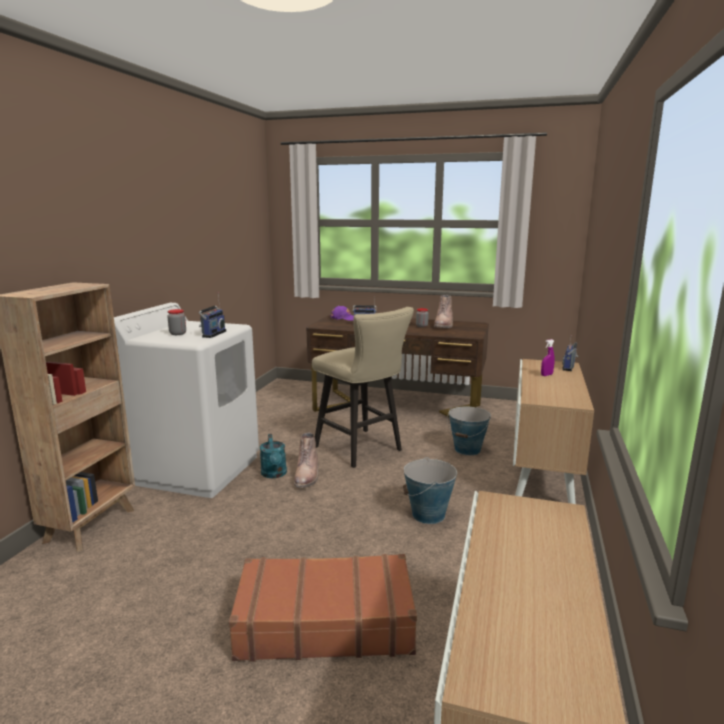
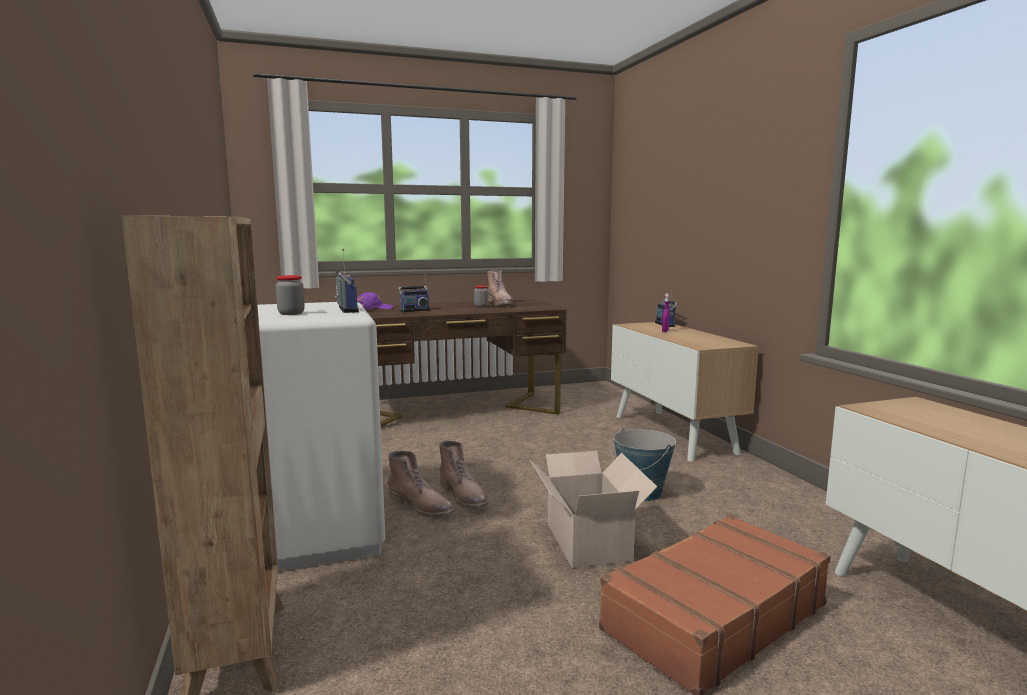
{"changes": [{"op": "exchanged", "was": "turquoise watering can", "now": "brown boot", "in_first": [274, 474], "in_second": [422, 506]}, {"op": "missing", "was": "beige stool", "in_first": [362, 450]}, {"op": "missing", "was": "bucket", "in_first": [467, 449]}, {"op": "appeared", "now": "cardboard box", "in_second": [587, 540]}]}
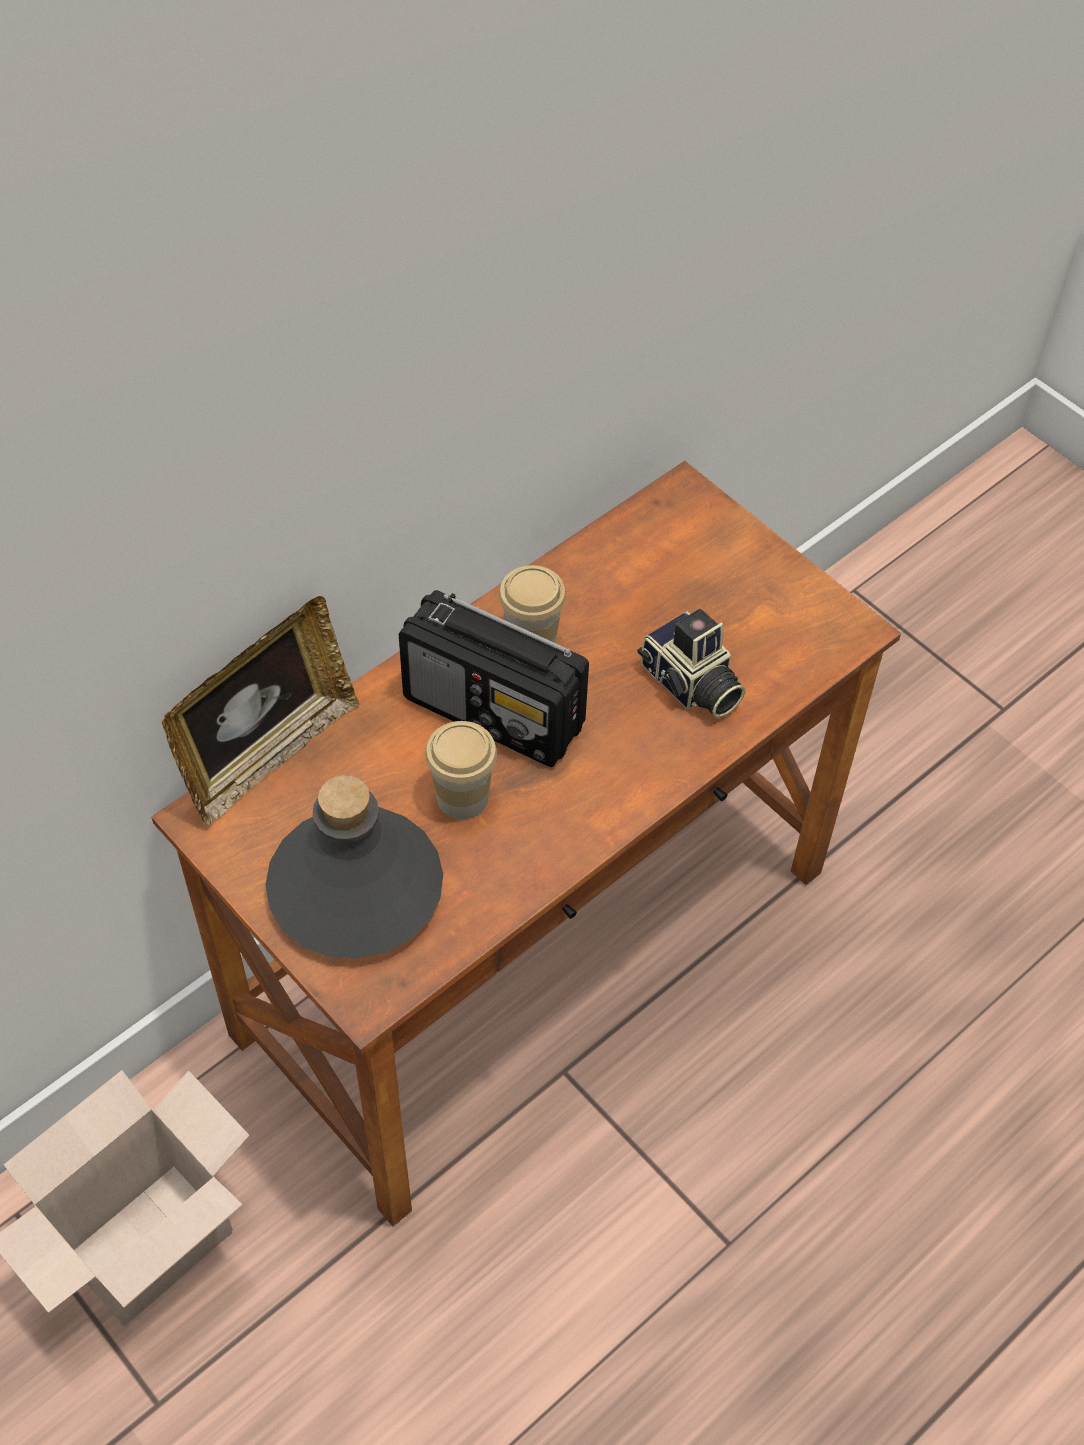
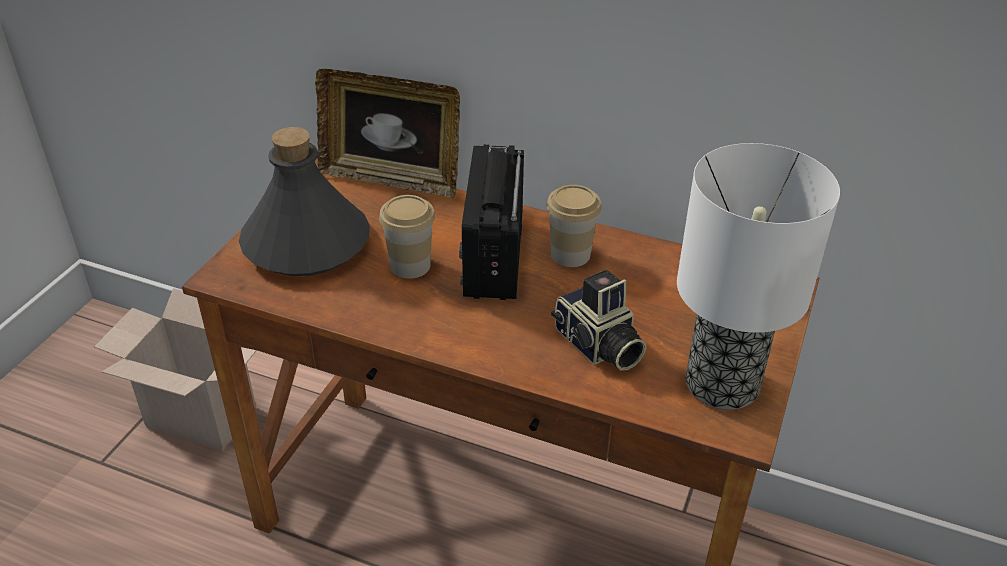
{"changes": [{"op": "spun", "was": "photo camera", "in_first": [690, 685], "in_second": [597, 346], "clockwise": -60}, {"op": "appeared", "now": "table lamp", "in_second": [721, 382]}]}
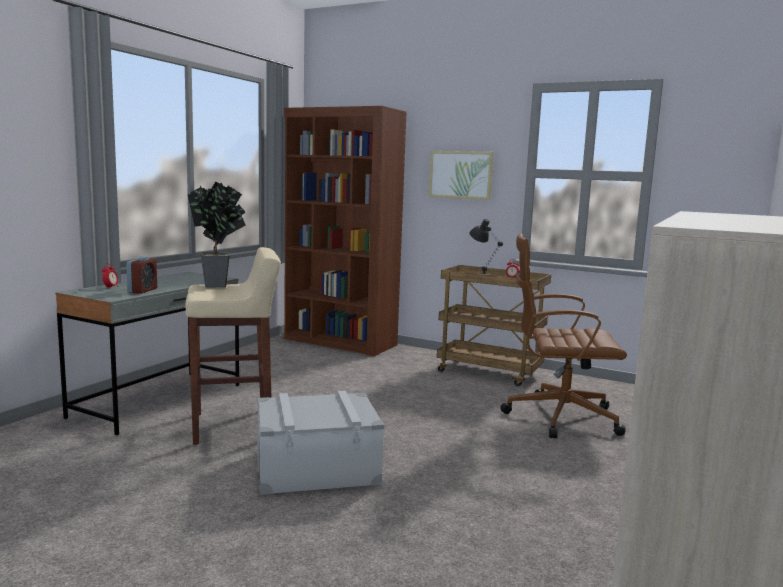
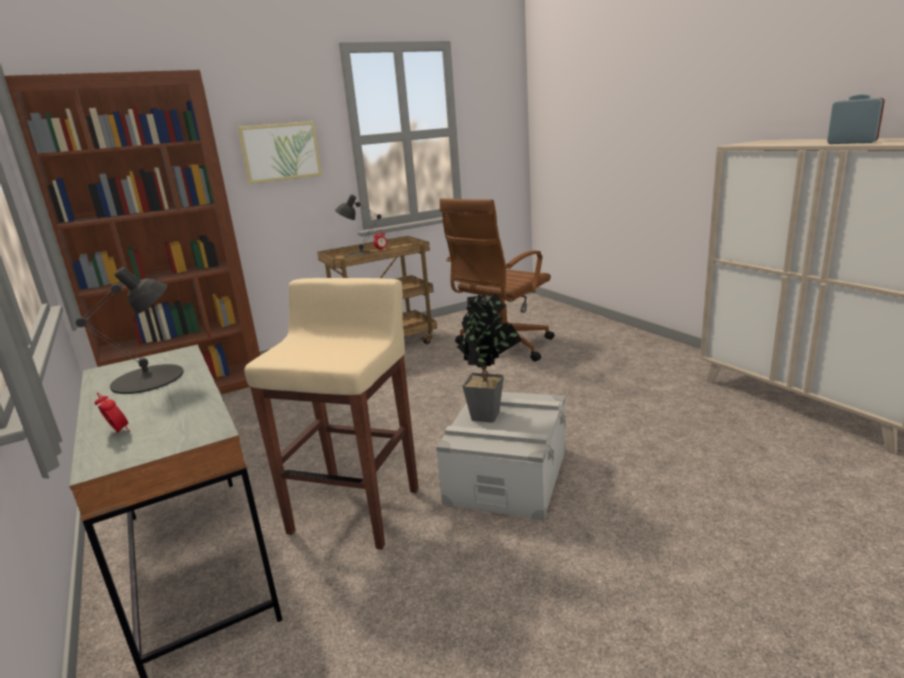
{"changes": [{"op": "relocated", "was": "alarm clock", "in_first": [142, 290], "in_second": [851, 142]}, {"op": "relocated", "was": "potted plant", "in_first": [220, 286], "in_second": [489, 413]}, {"op": "appeared", "now": "black table lamp", "in_second": [149, 379]}]}
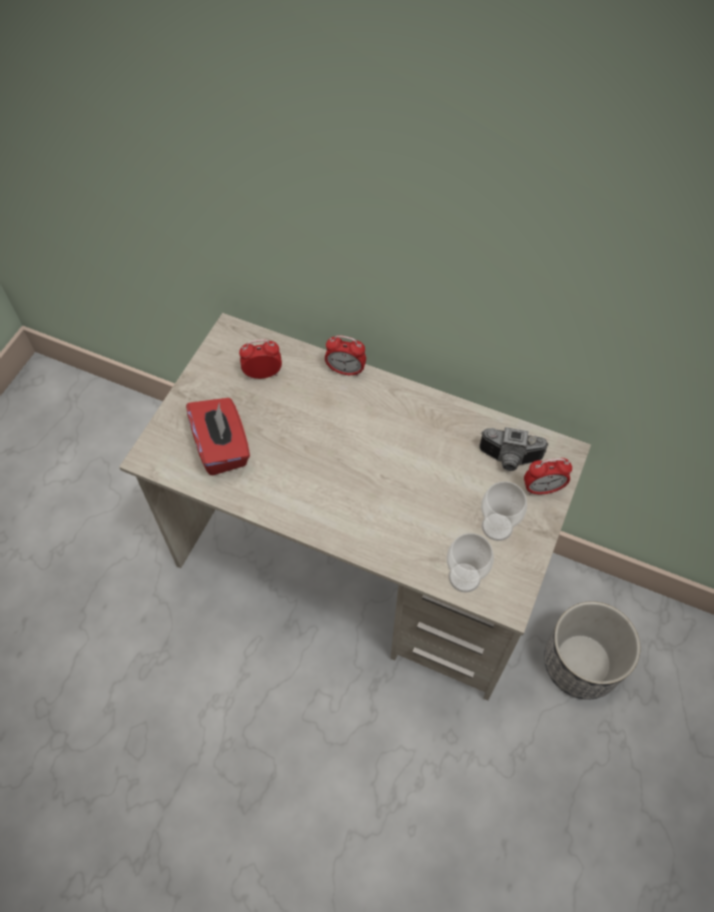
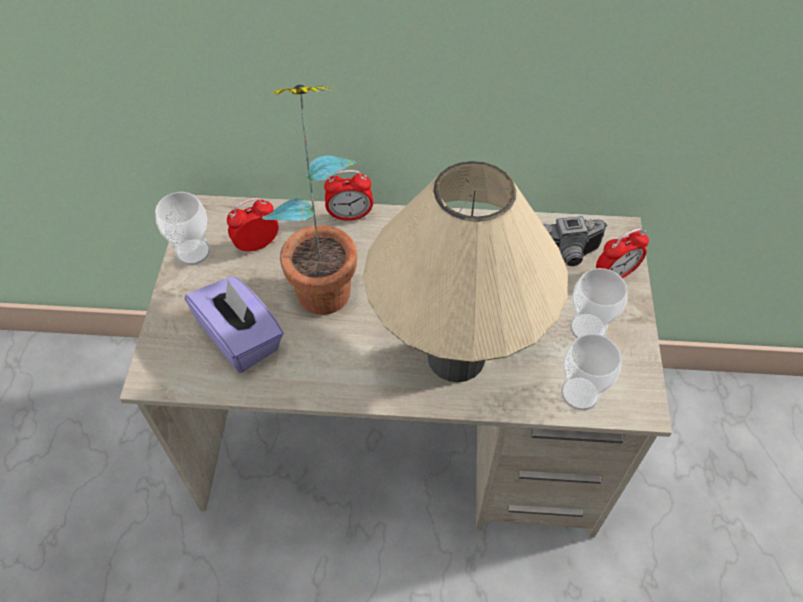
{"changes": [{"op": "colour", "was": "red tissue box", "now": "purple tissue box", "in_first": [222, 447], "in_second": [241, 338]}, {"op": "missing", "was": "planter", "in_first": [581, 663]}, {"op": "appeared", "now": "cup", "in_second": [193, 252]}, {"op": "appeared", "now": "potted plant", "in_second": [323, 279]}, {"op": "appeared", "now": "beige table lamp", "in_second": [456, 357]}]}
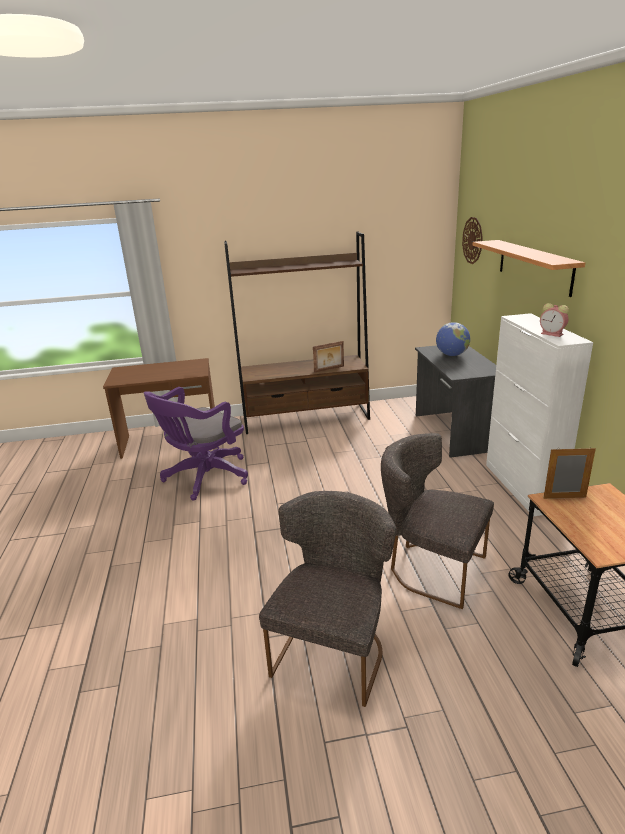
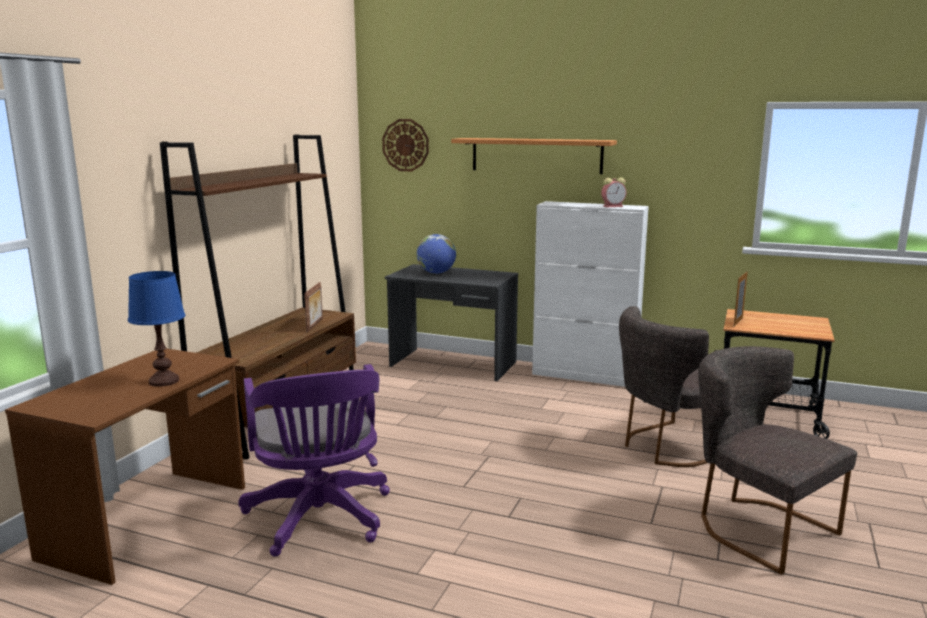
{"changes": [{"op": "appeared", "now": "blue table lamp", "in_second": [164, 381]}]}
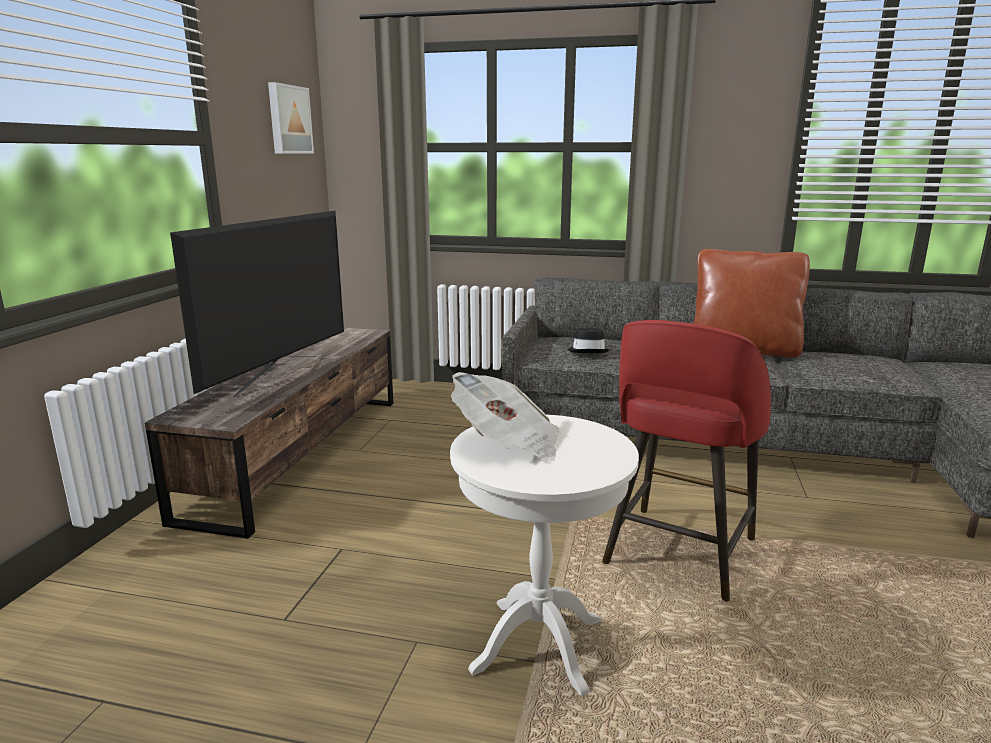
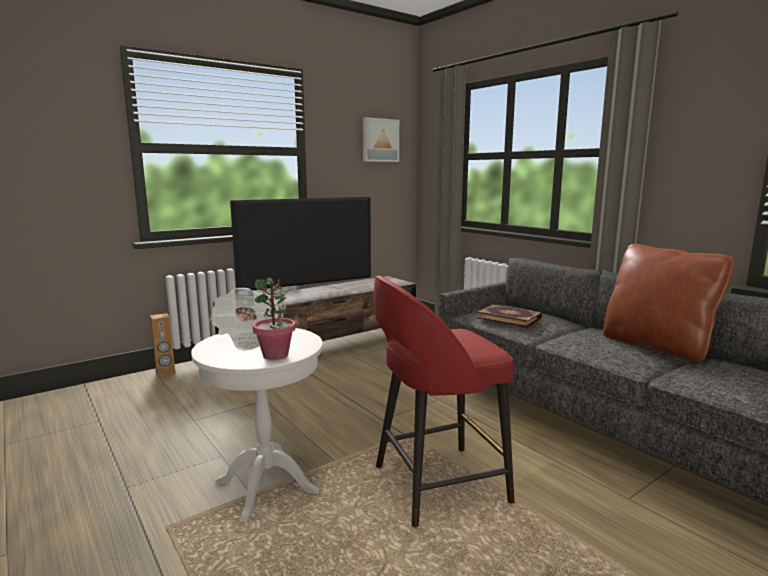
{"changes": [{"op": "exchanged", "was": "black hat", "now": "book", "in_first": [588, 351], "in_second": [509, 318]}, {"op": "appeared", "now": "brown speaker", "in_second": [165, 372]}, {"op": "appeared", "now": "potted plant", "in_second": [276, 355]}]}
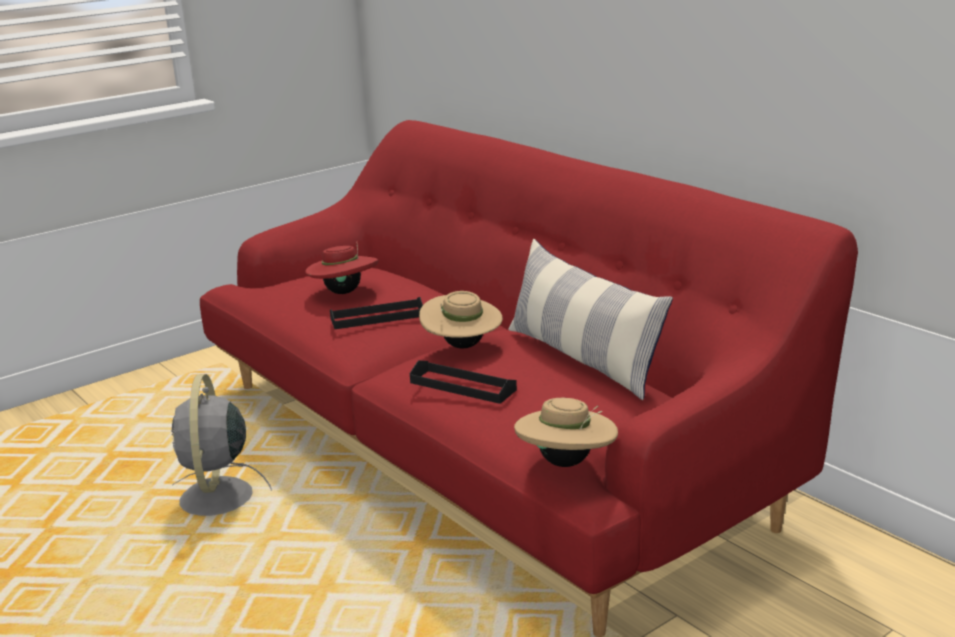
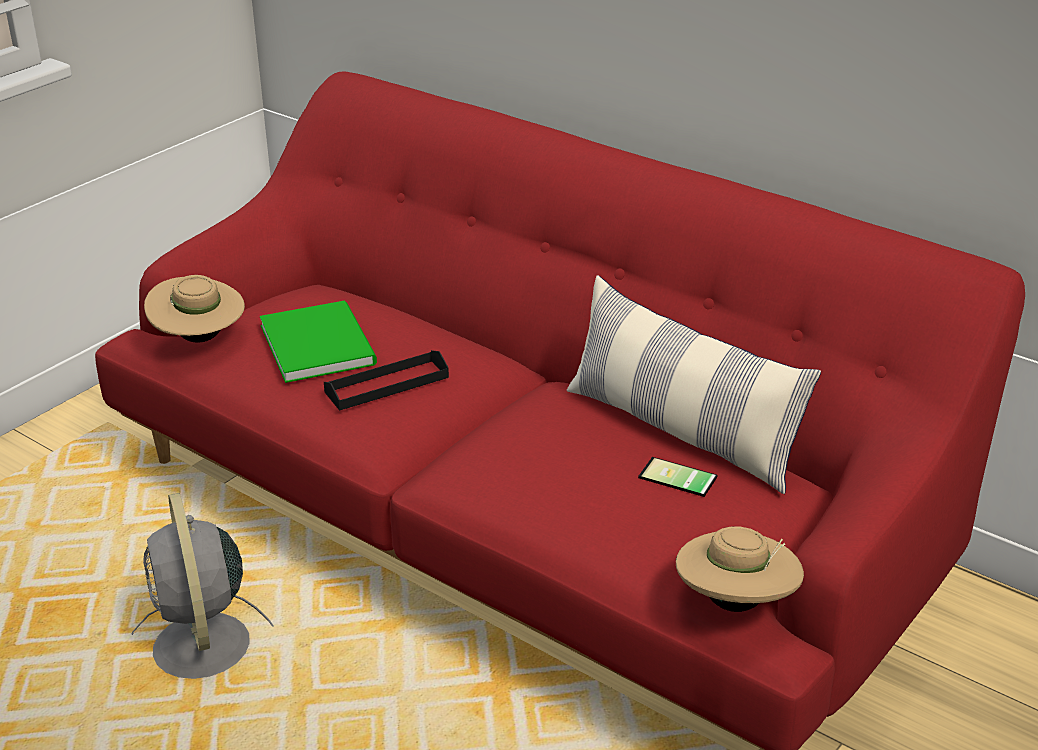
{"changes": [{"op": "exchanged", "was": "red hat", "now": "green book", "in_first": [344, 292], "in_second": [319, 342]}, {"op": "missing", "was": "black tray", "in_first": [462, 386]}, {"op": "relocated", "was": "beige hat", "in_first": [462, 346], "in_second": [199, 339]}, {"op": "appeared", "now": "phone", "in_second": [676, 479]}]}
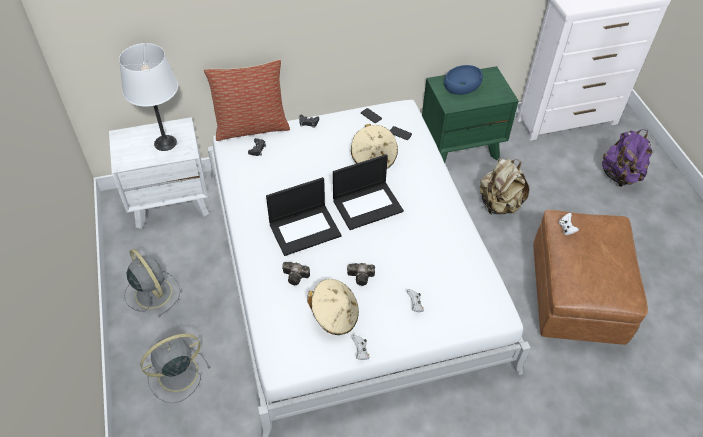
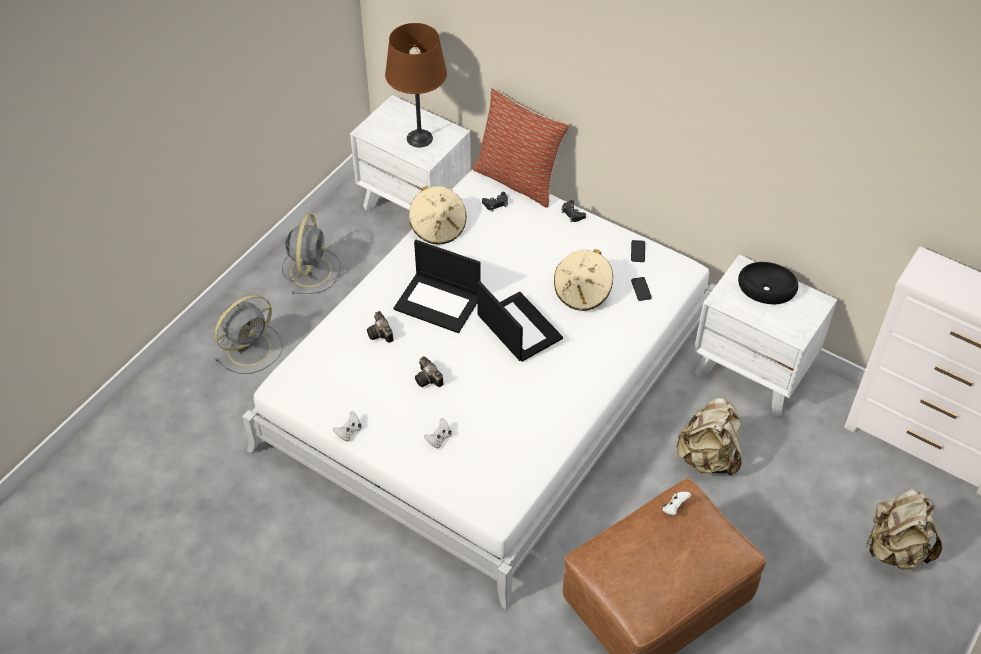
{"changes": [{"op": "colour", "was": "white table lamp", "now": "brown table lamp", "in_first": [165, 143], "in_second": [419, 138]}, {"op": "spun", "was": "grey fan", "in_first": [176, 374], "in_second": [251, 348], "clockwise": 120}, {"op": "relocated", "was": "beige hat", "in_first": [335, 316], "in_second": [438, 228]}, {"op": "spun", "was": "laptop", "in_first": [368, 205], "in_second": [518, 327], "clockwise": -150}, {"op": "colour", "was": "green nightstand", "now": "white nightstand", "in_first": [461, 147], "in_second": [752, 371]}, {"op": "colour", "was": "blue bowl", "now": "black bowl", "in_first": [462, 85], "in_second": [765, 289]}, {"op": "colour", "was": "purple backpack", "now": "beige backpack", "in_first": [620, 176], "in_second": [895, 548]}]}
